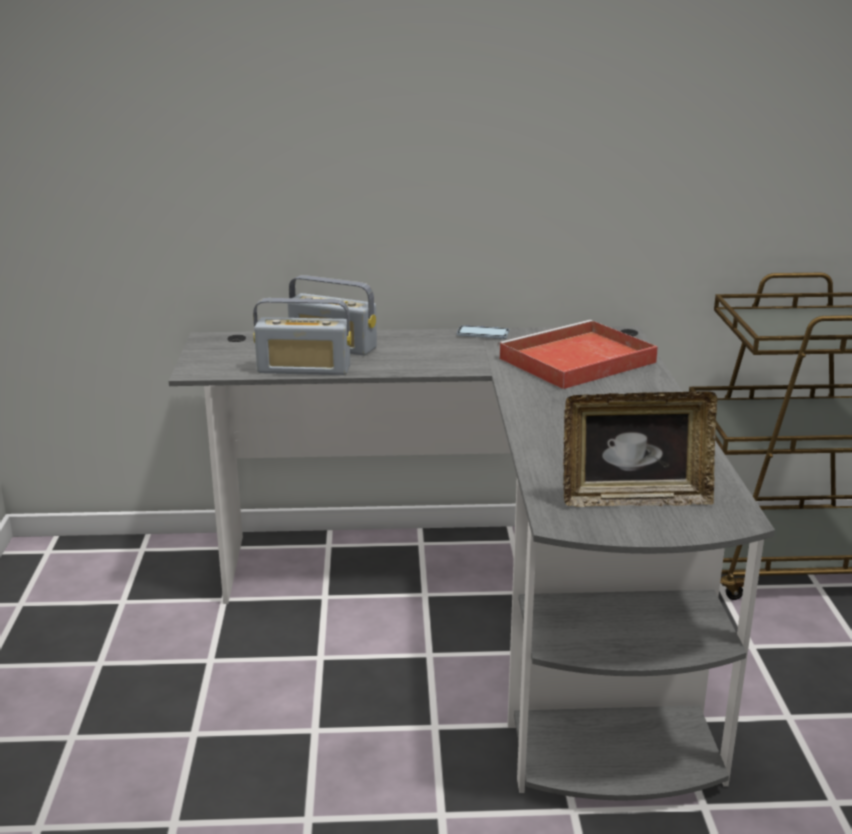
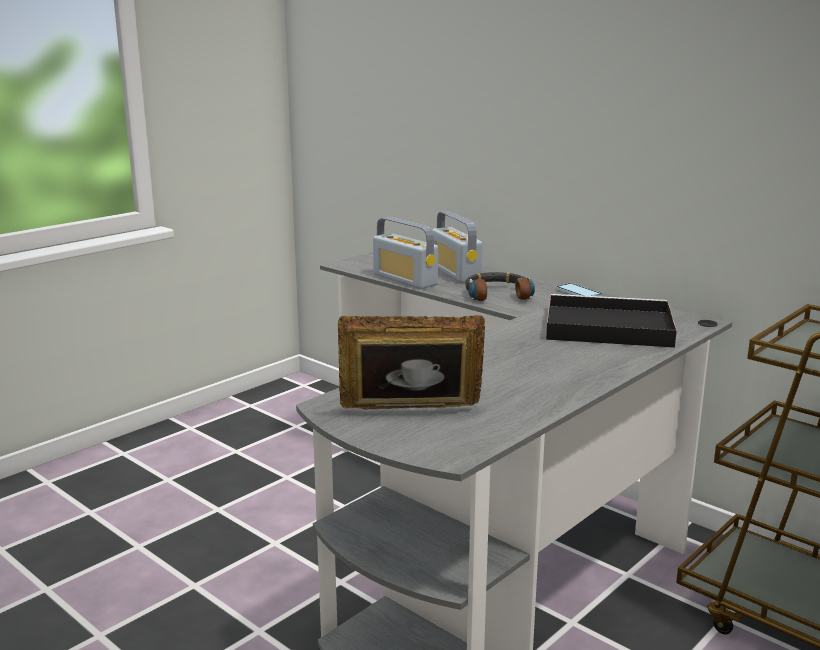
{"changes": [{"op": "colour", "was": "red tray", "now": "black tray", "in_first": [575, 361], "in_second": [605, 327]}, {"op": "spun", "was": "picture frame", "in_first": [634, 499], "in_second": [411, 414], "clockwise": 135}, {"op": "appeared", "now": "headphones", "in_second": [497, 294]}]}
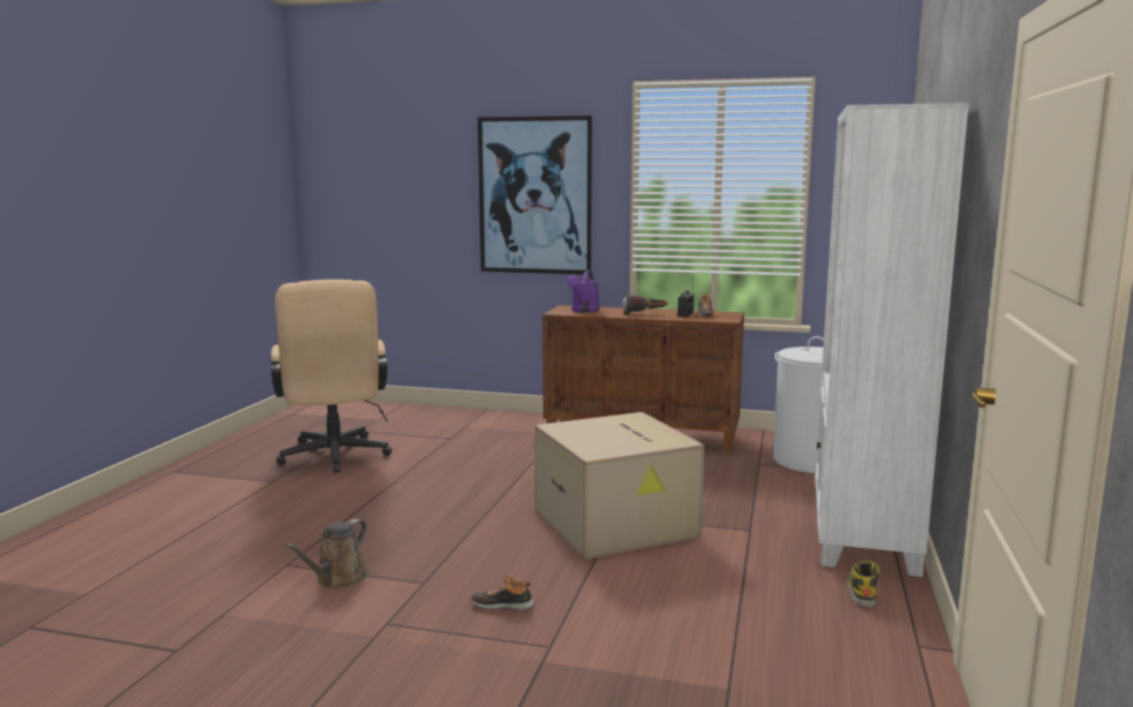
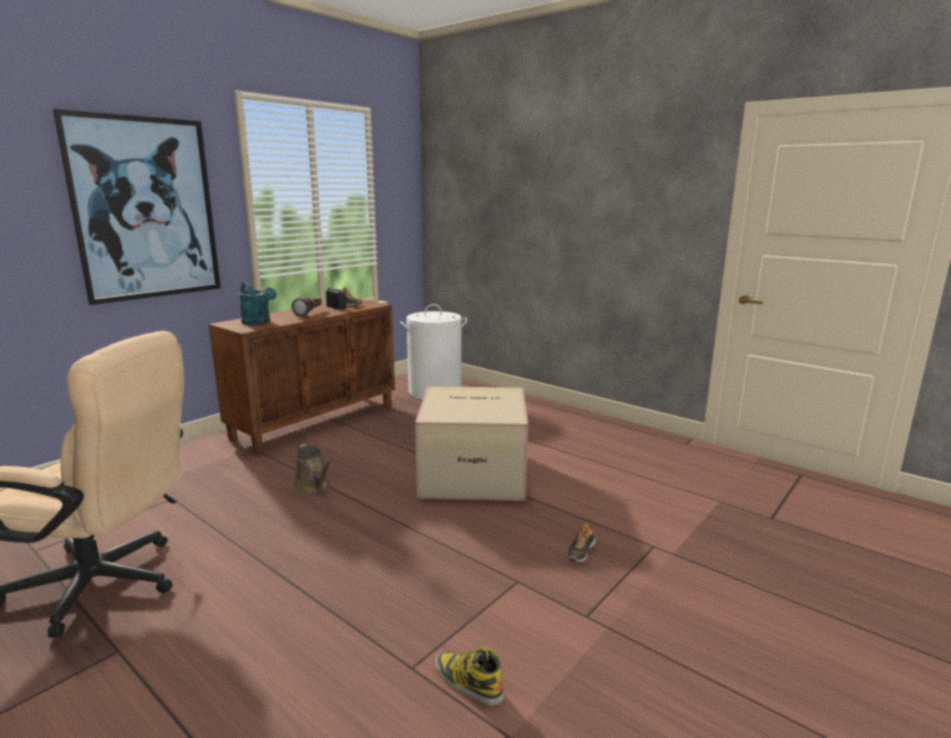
{"changes": [{"op": "relocated", "was": "brown watering can", "in_first": [338, 579], "in_second": [314, 486]}, {"op": "colour", "was": "purple watering can", "now": "turquoise watering can", "in_first": [583, 311], "in_second": [259, 323]}, {"op": "missing", "was": "white bookcase", "in_first": [862, 533]}, {"op": "relocated", "was": "boot", "in_first": [861, 591], "in_second": [467, 682]}]}
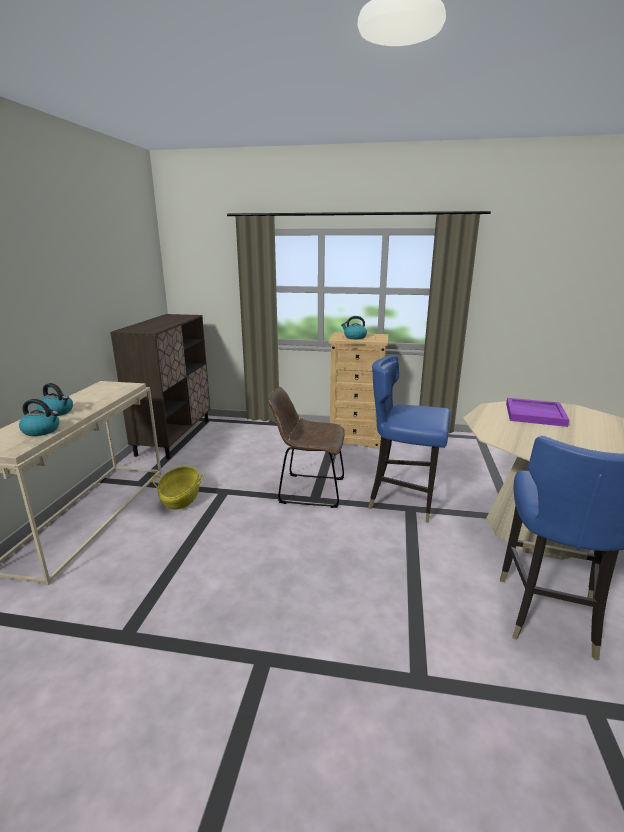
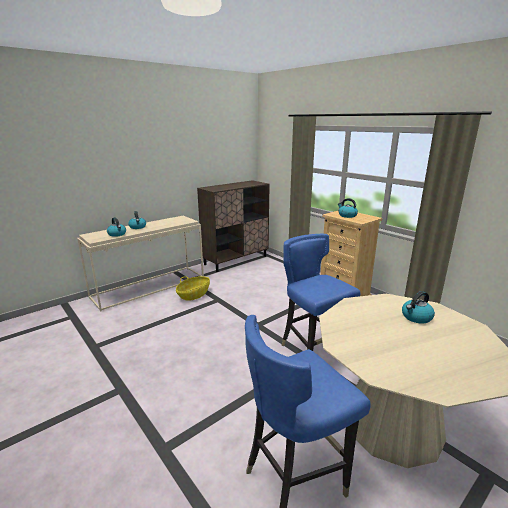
{"changes": [{"op": "missing", "was": "brown chair", "in_first": [308, 490]}, {"op": "exchanged", "was": "purple tray", "now": "kettle", "in_first": [535, 414], "in_second": [416, 317]}]}
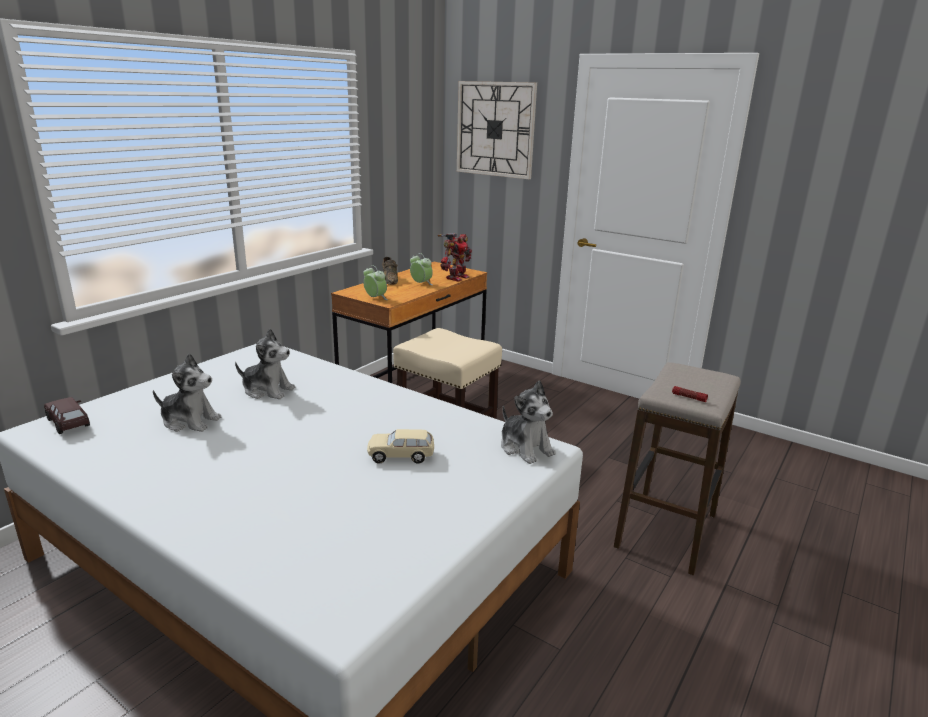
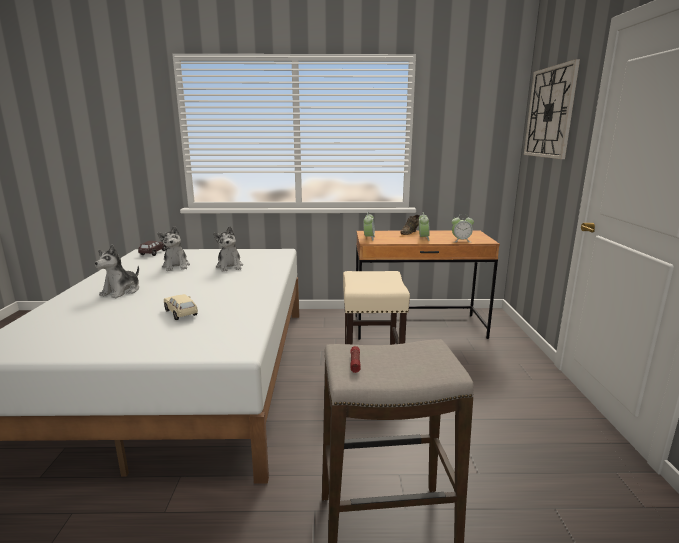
{"changes": [{"op": "exchanged", "was": "toy robot", "now": "alarm clock", "in_first": [456, 277], "in_second": [461, 241]}, {"op": "relocated", "was": "plush toy", "in_first": [525, 448], "in_second": [122, 291]}]}
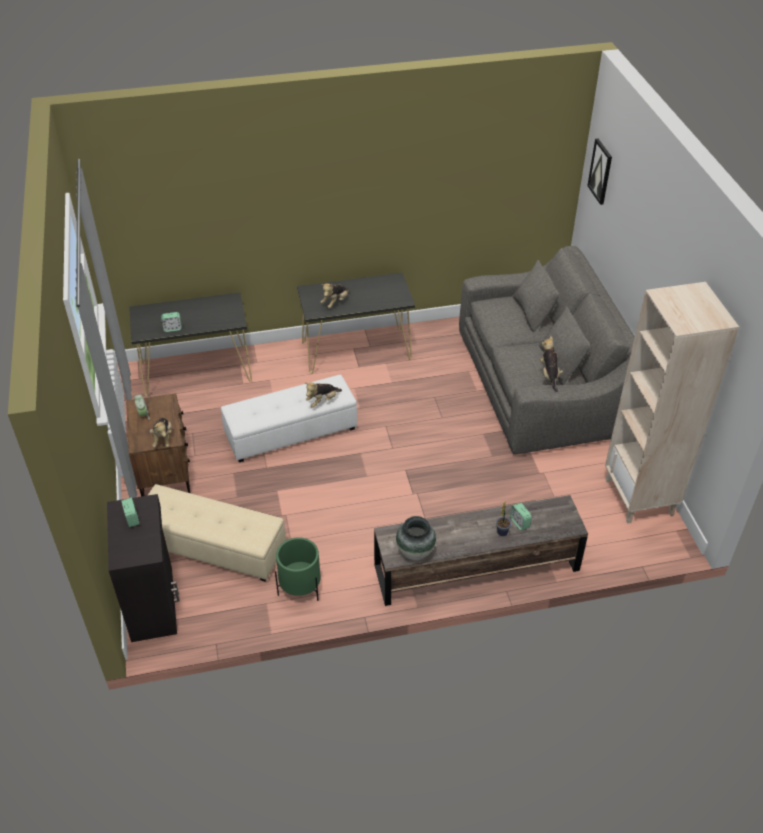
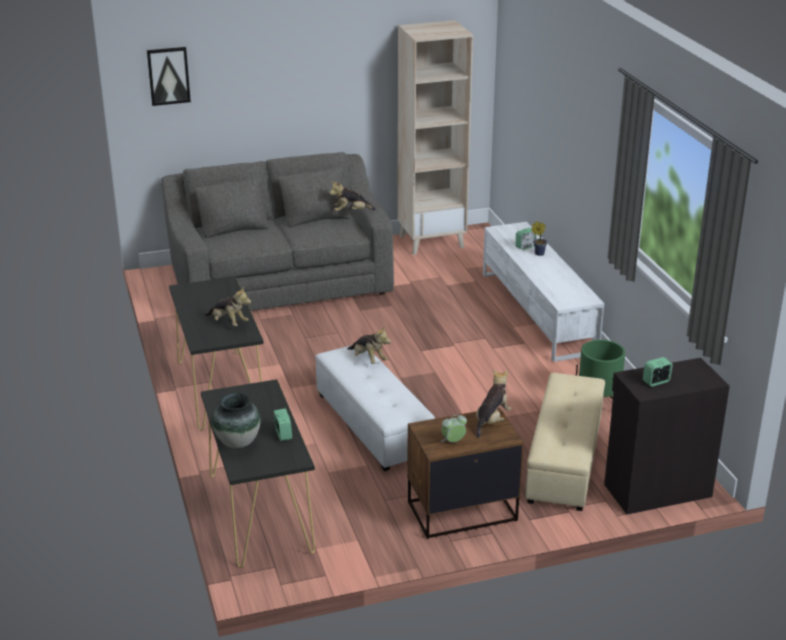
{"changes": [{"op": "spun", "was": "plush toy", "in_first": [163, 438], "in_second": [492, 420], "clockwise": -45}, {"op": "colour", "was": "brown tv stand", "now": "white tv stand", "in_first": [475, 567], "in_second": [537, 312]}, {"op": "relocated", "was": "vase", "in_first": [415, 552], "in_second": [237, 443]}]}
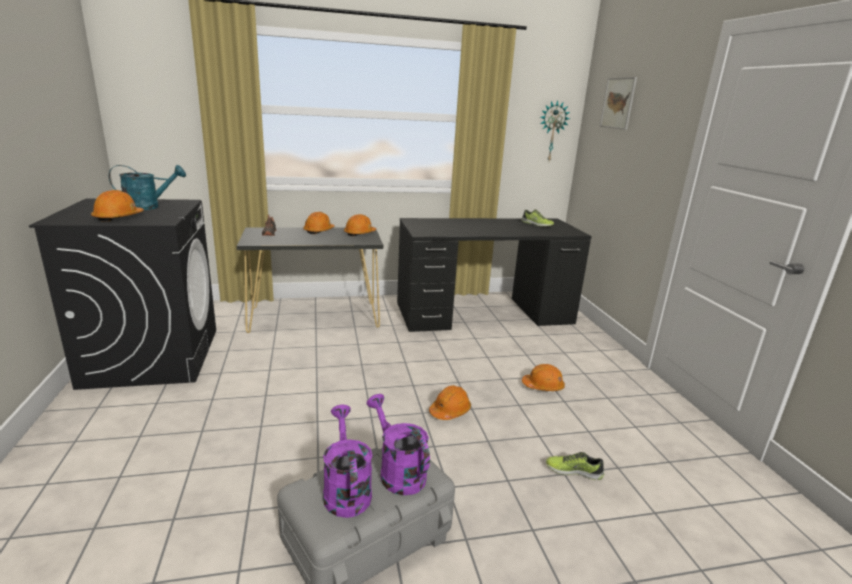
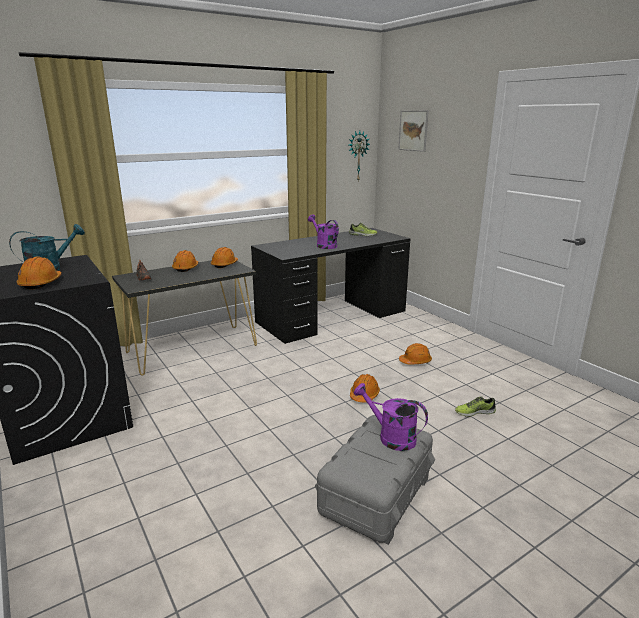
{"changes": [{"op": "relocated", "was": "purple watering can", "in_first": [346, 489], "in_second": [324, 245]}]}
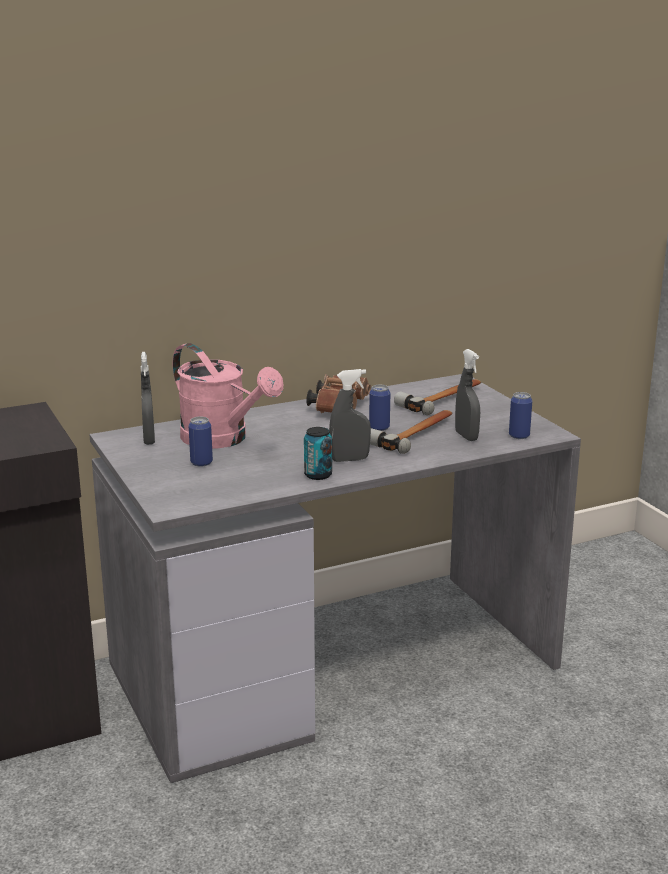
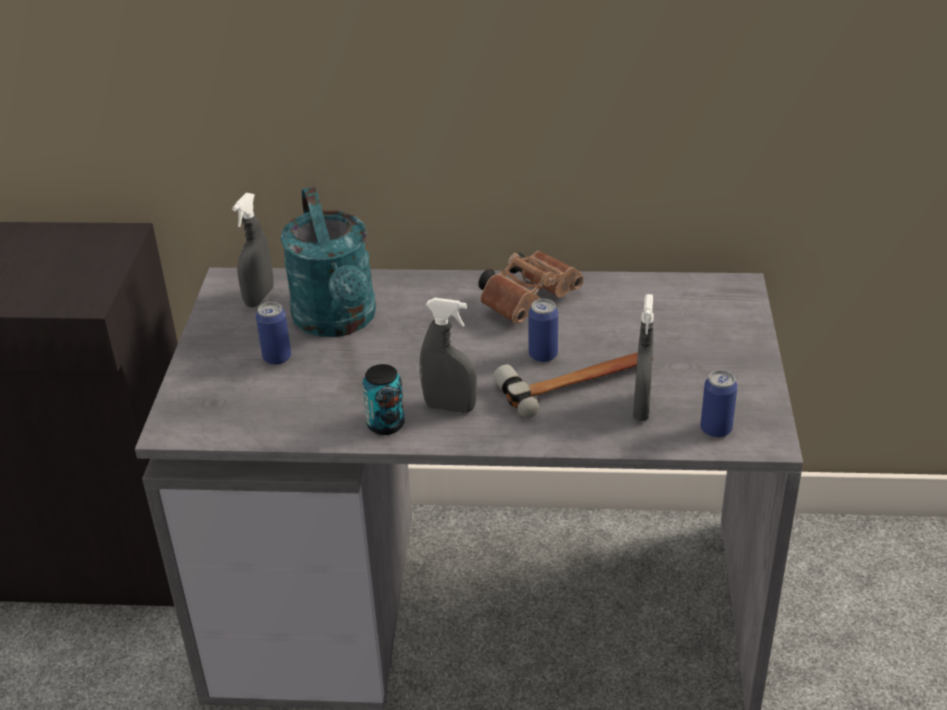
{"changes": [{"op": "colour", "was": "pink watering can", "now": "turquoise watering can", "in_first": [223, 439], "in_second": [338, 321]}, {"op": "missing", "was": "hammer", "in_first": [443, 399]}]}
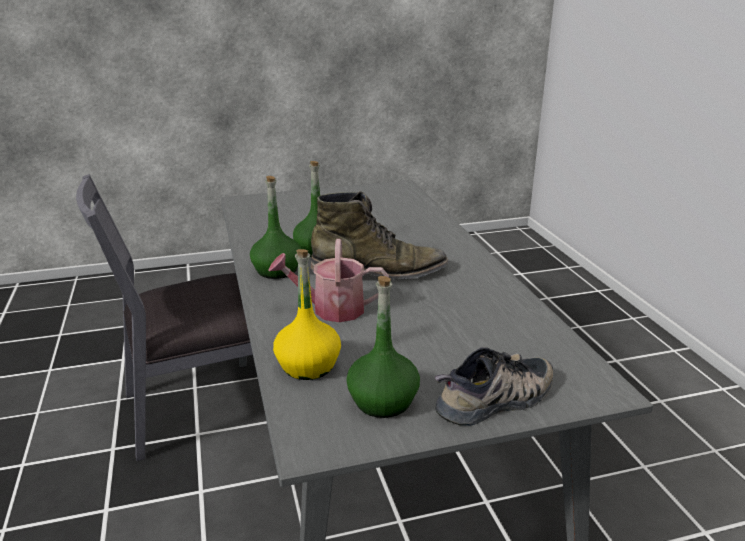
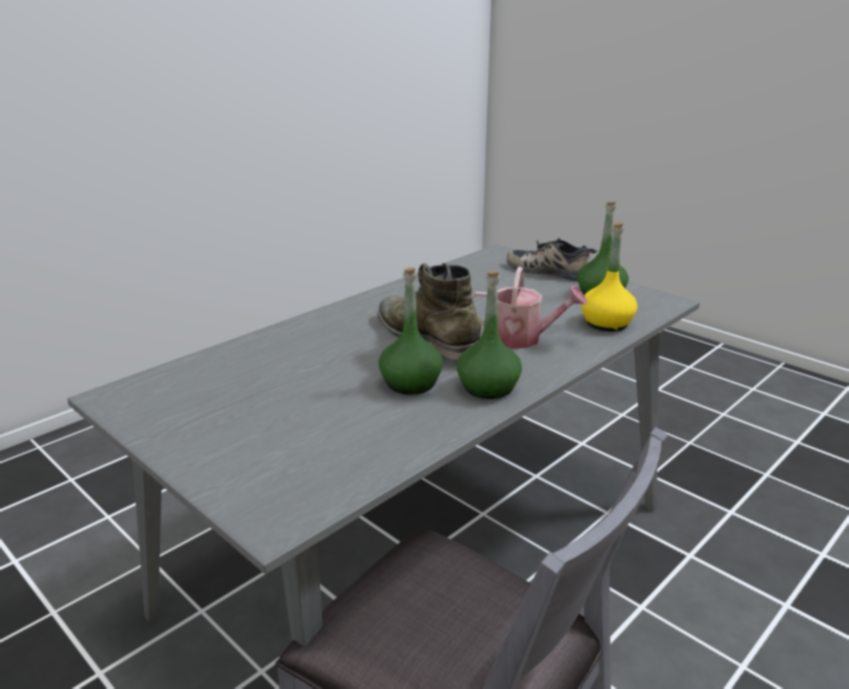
{"changes": [{"op": "spun", "was": "watering can", "in_first": [331, 309], "in_second": [523, 338], "clockwise": -45}]}
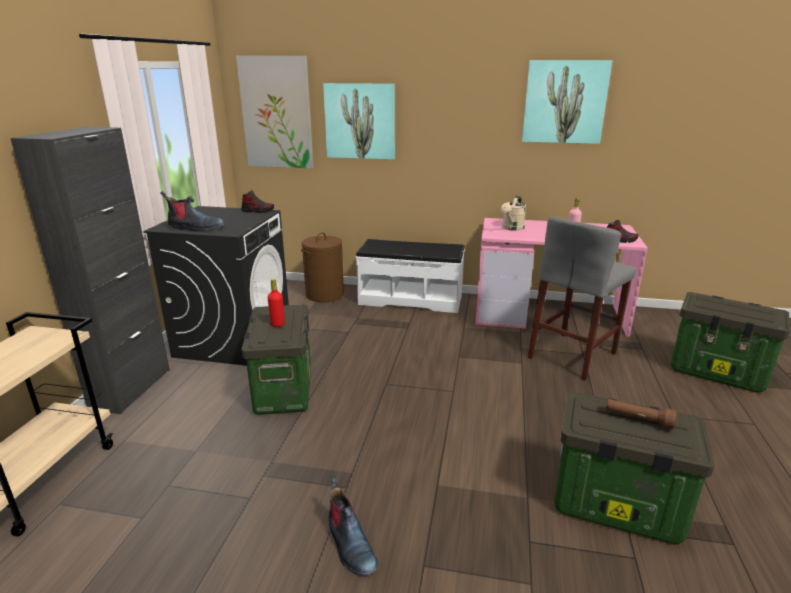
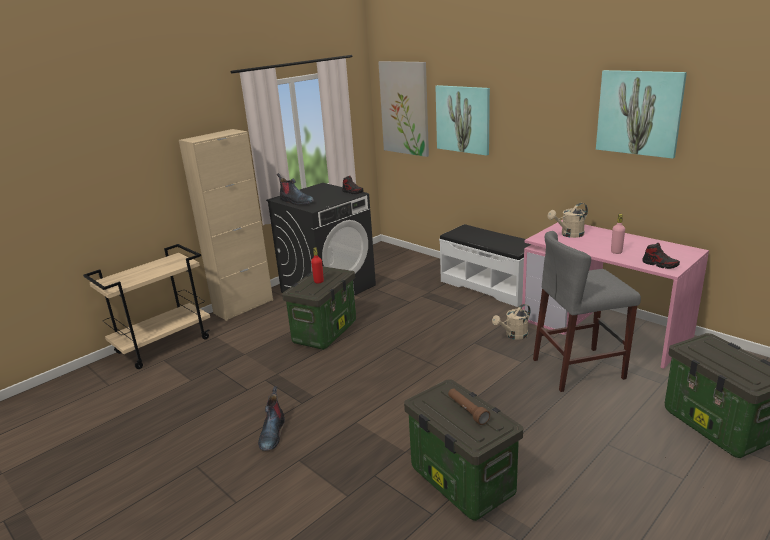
{"changes": [{"op": "colour", "was": "black cabinet", "now": "beige cabinet", "in_first": [131, 388], "in_second": [243, 306]}, {"op": "missing", "was": "brown laundry basket", "in_first": [325, 294]}, {"op": "appeared", "now": "beige watering can", "in_second": [513, 335]}]}
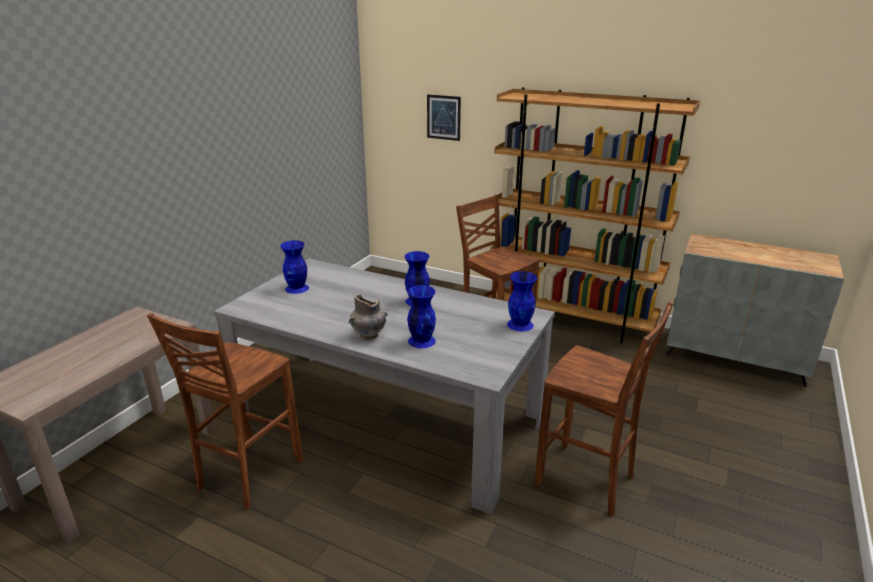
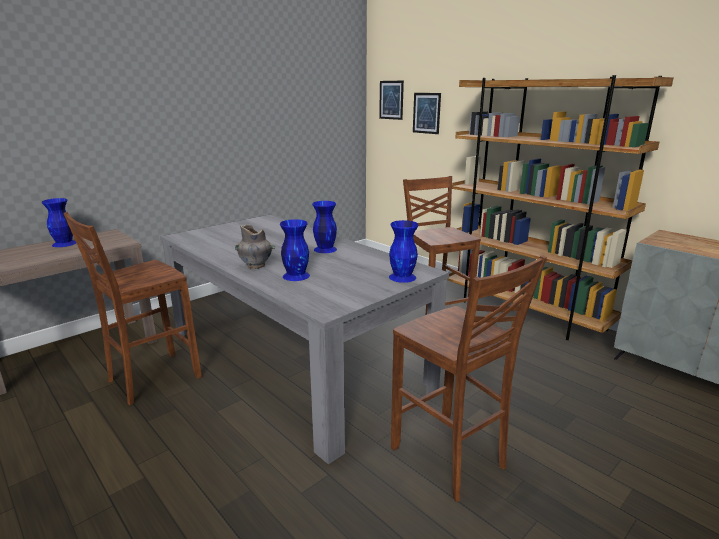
{"changes": [{"op": "relocated", "was": "blue vase", "in_first": [297, 288], "in_second": [64, 244]}, {"op": "appeared", "now": "picture", "in_second": [391, 100]}]}
